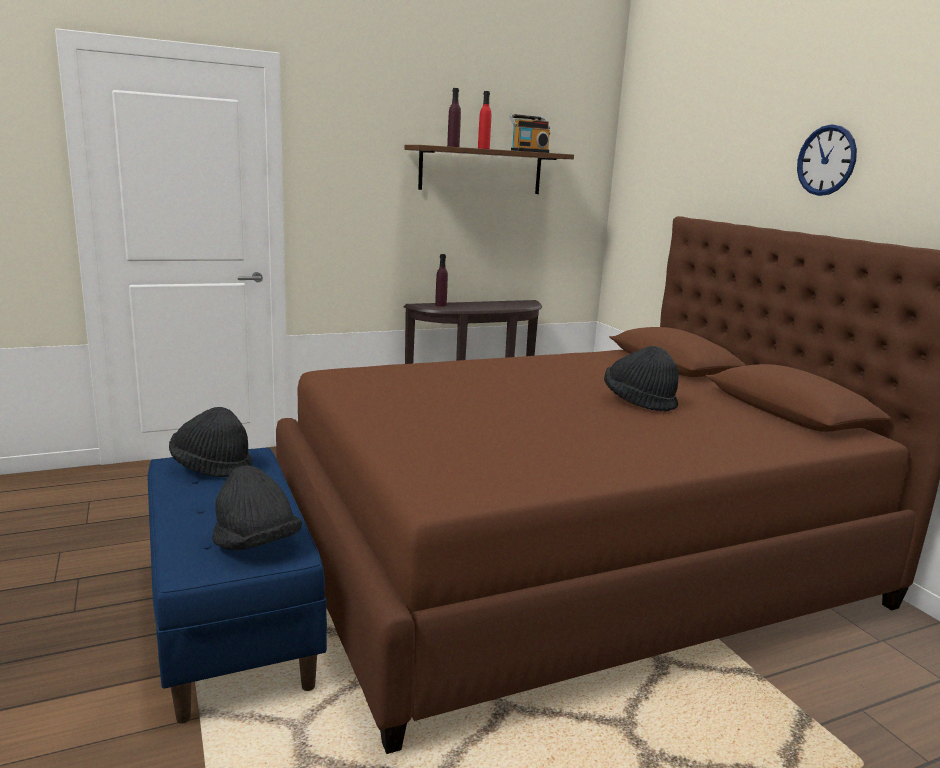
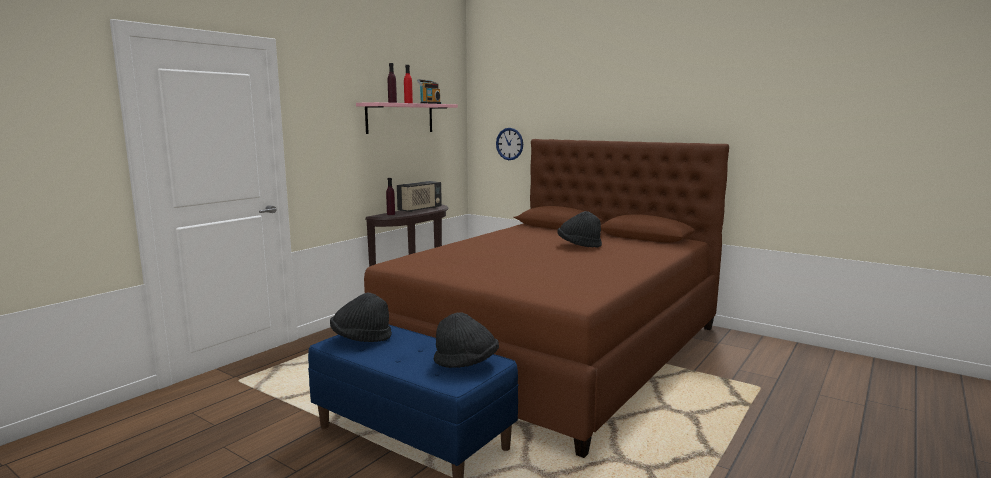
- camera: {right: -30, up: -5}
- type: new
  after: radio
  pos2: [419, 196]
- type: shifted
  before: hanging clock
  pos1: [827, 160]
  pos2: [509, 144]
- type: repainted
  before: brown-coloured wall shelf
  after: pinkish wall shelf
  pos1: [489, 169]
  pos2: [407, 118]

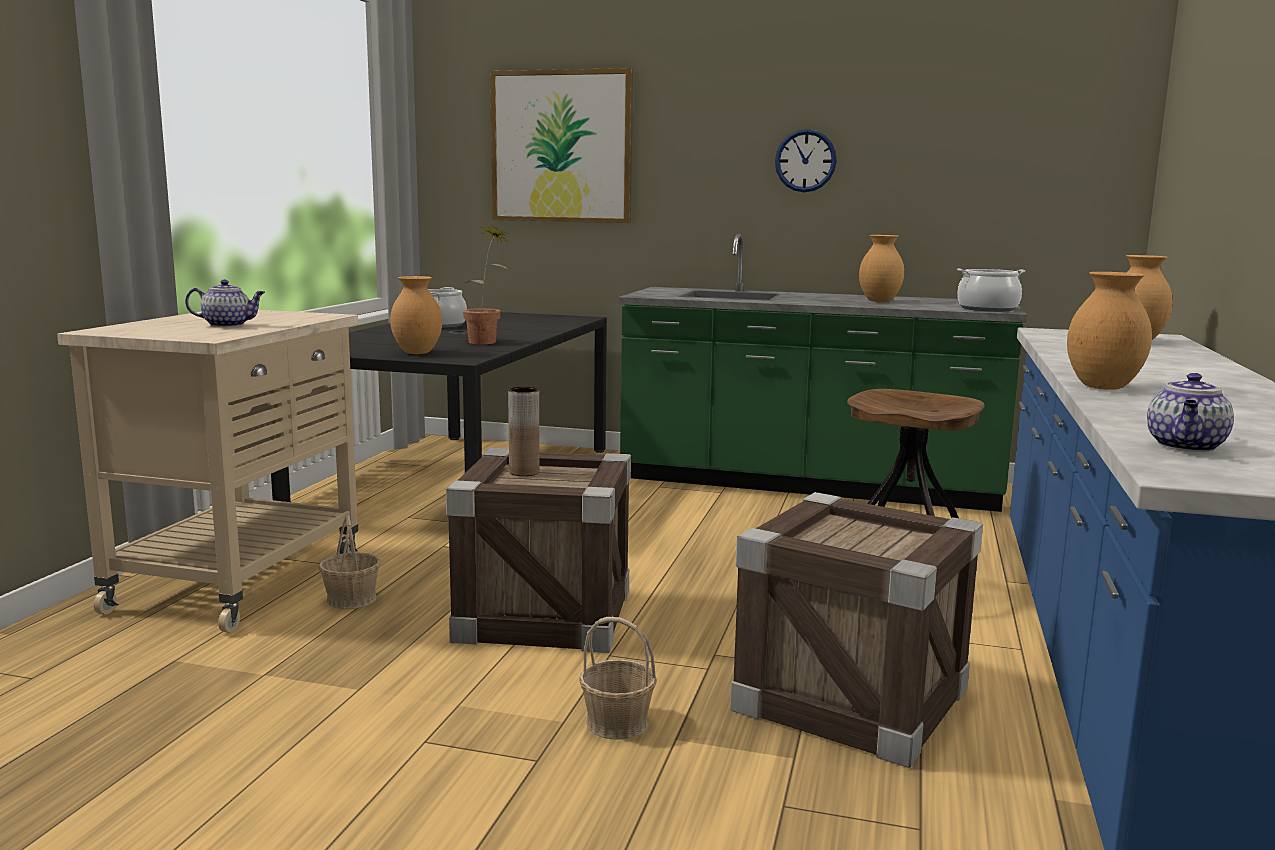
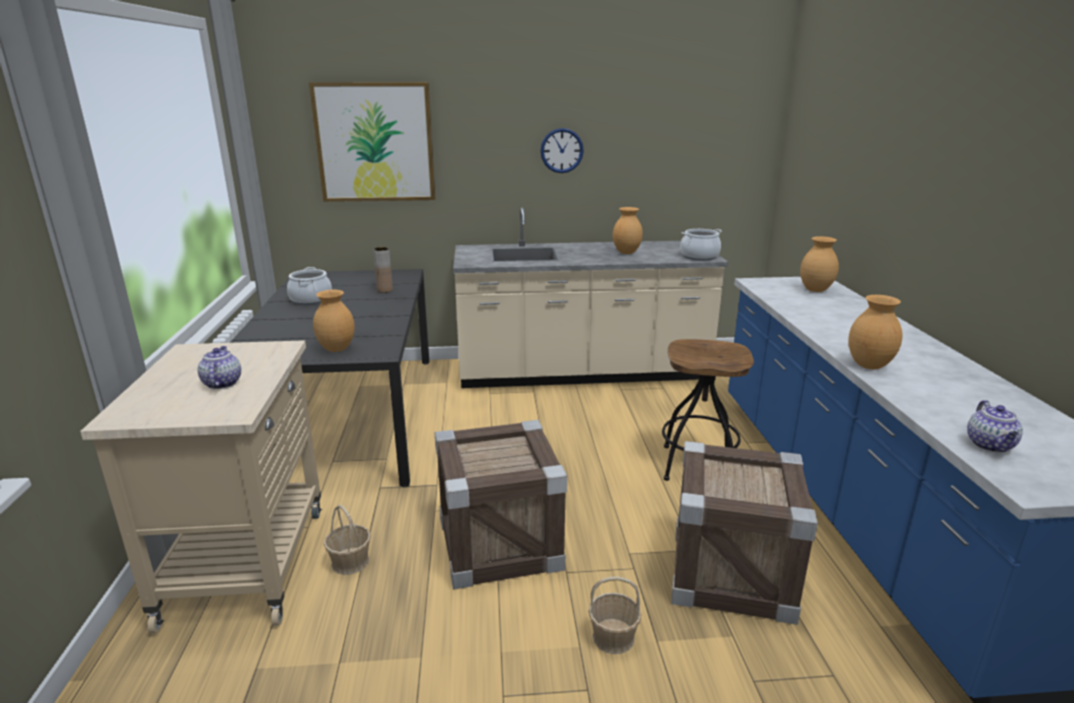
- camera: {right: -20, up: 10}
- type: gone
  before: potted plant
  pos1: [486, 284]
- type: shifted
  before: brown-coloured decorative vase
  pos1: [524, 431]
  pos2: [383, 270]
- type: repainted
  before: greenish counter
  after: beige-coloured counter
  pos1: [822, 373]
  pos2: [590, 297]
- type: rotated
  before: teapot
  pos1: [225, 303]
  pos2: [219, 367]
  turn: -75

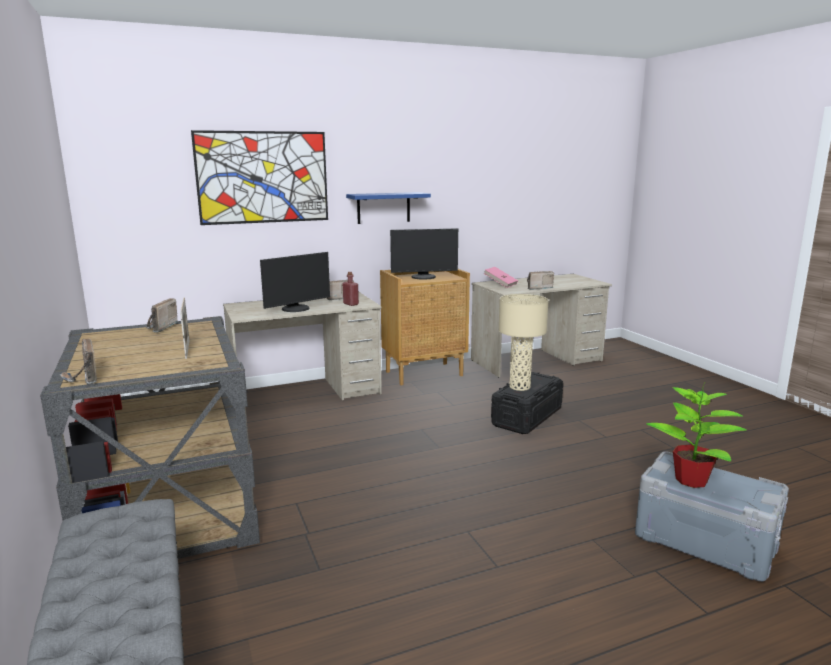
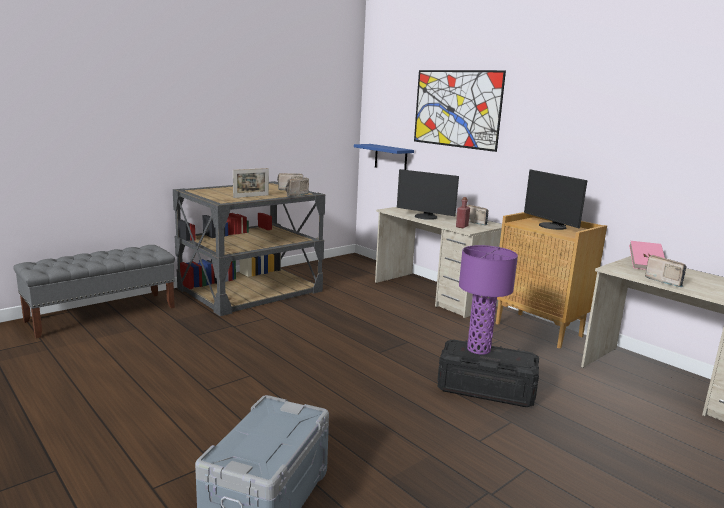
- camera: {right: 70, up: 0}
- type: gone
  before: potted plant
  pos1: [696, 435]
- type: shifted
  before: radio
  pos1: [78, 361]
  pos2: [297, 187]
- type: shifted
  before: blue-coloured wall shelf
  pos1: [388, 208]
  pos2: [384, 157]
- type: repainted
  before: beige-coloured lamp for a table
  after: purplish lamp for a table
  pos1: [523, 342]
  pos2: [488, 300]

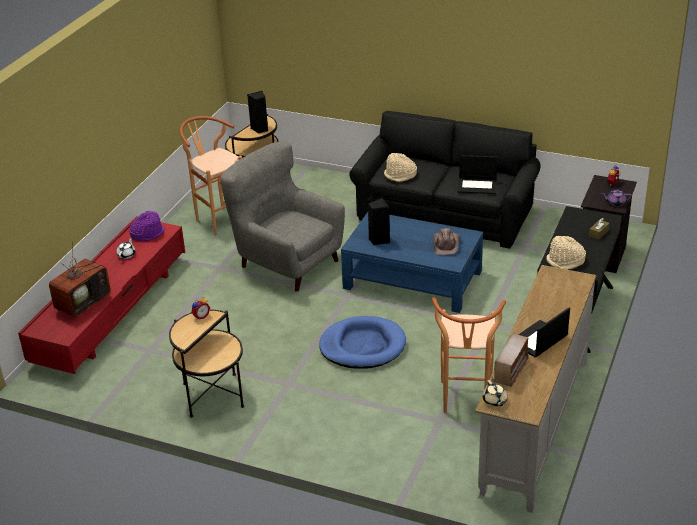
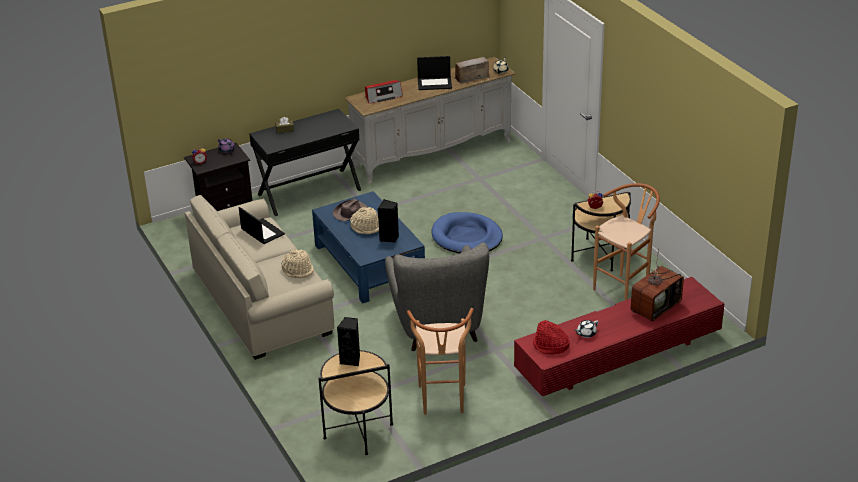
- camera: {right: -140, up: 0}
- type: new
  after: radio
  pos2: [384, 92]
- type: shifted
  before: brown-coloured stool
  pos1: [469, 355]
  pos2: [626, 241]
- type: shifted
  before: beige-coloured clothing hat
  pos1: [566, 253]
  pos2: [364, 220]
- type: repainted
  before: purplish clothing hat
  after: red-coloured clothing hat
  pos1: [147, 226]
  pos2: [551, 337]
- type: repainted
  before: black-coloured couch
  after: beige-coloured couch
  pos1: [445, 180]
  pos2: [260, 277]
- type: rotated
  before: TV
  pos1: [80, 279]
  pos2: [657, 285]
  turn: 150

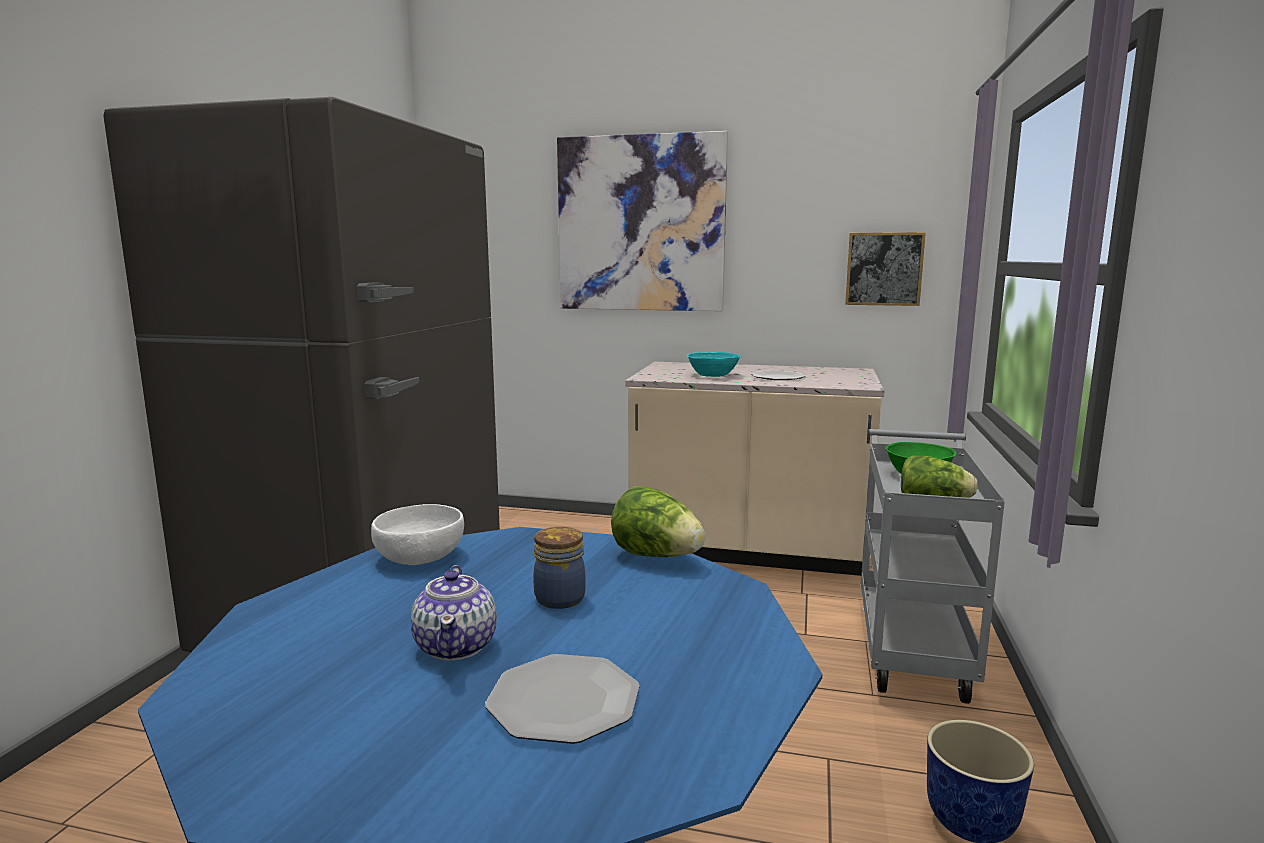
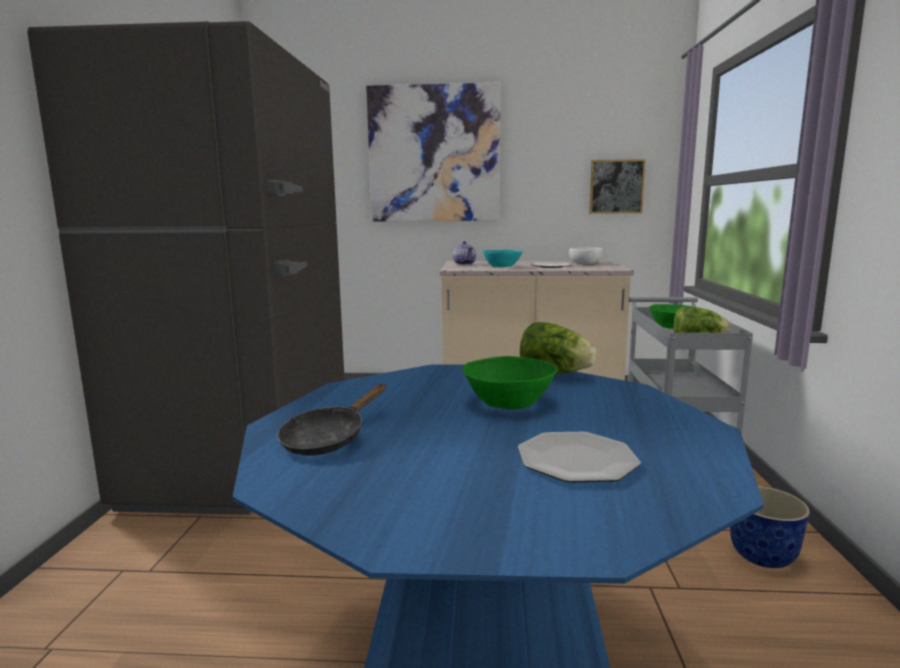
- camera: {right: -10, up: 0}
- type: new
  after: black-coloured skillet
  pos2: [331, 420]
- type: shifted
  before: white bowl
  pos1: [417, 534]
  pos2: [586, 255]
- type: shifted
  before: teapot
  pos1: [454, 613]
  pos2: [464, 253]
- type: swapped
  before: preserve jar
  after: greenish bowl
  pos1: [559, 568]
  pos2: [510, 383]

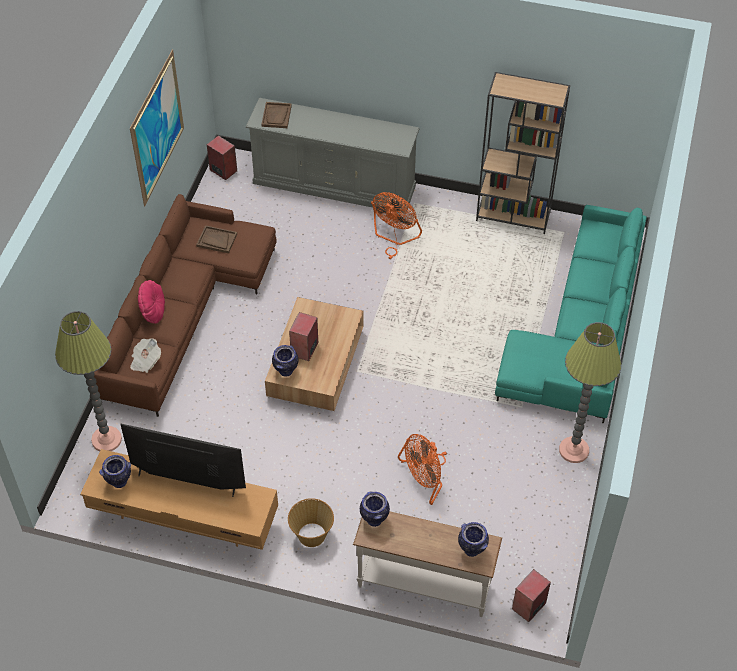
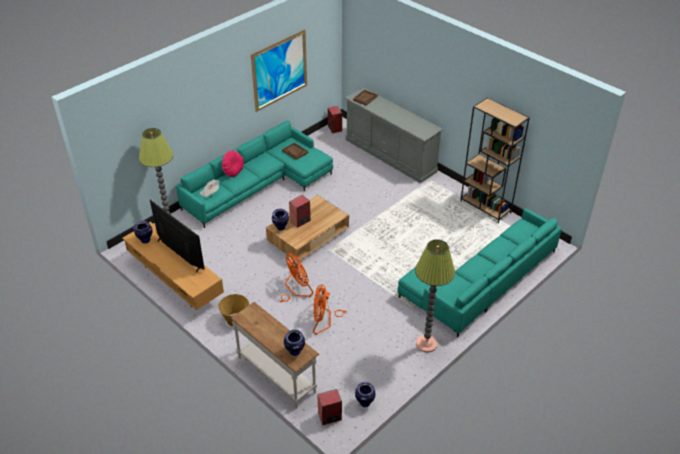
- camera: {right: 30, up: -10}
- type: shifted
  before: decorative vase
  pos1: [375, 509]
  pos2: [365, 394]
- type: shifted
  before: orange electric fan
  pos1: [396, 225]
  pos2: [296, 277]
- type: repainted
  before: brown-coloured couch
  after: turquoise-coloured couch
  pos1: [185, 305]
  pos2: [254, 174]

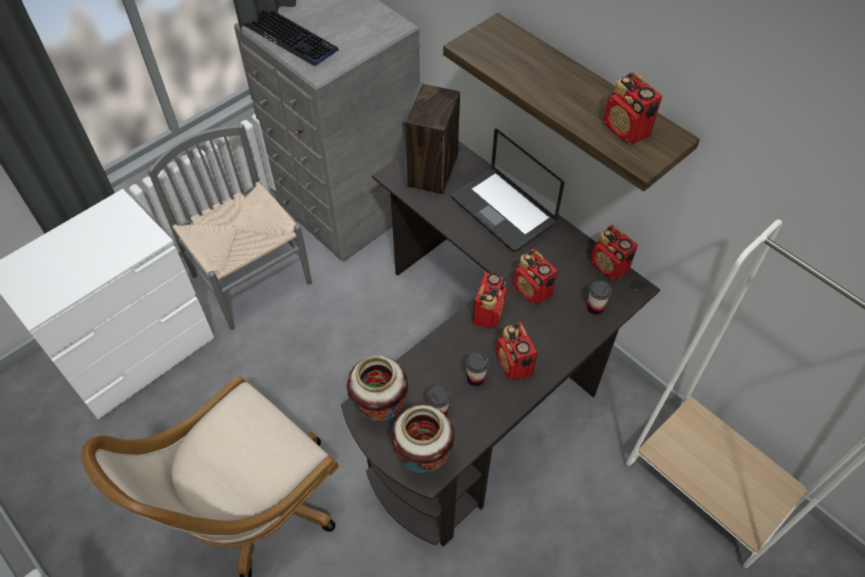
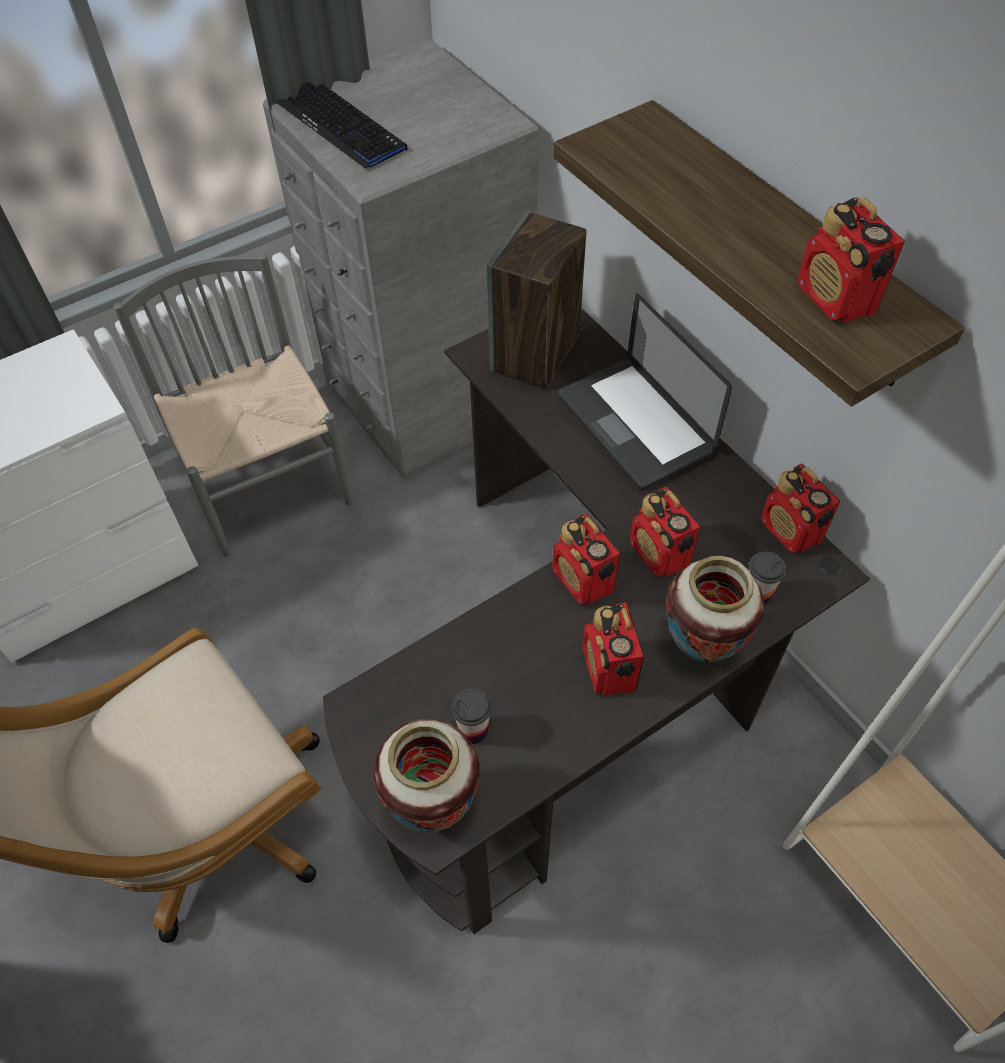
- camera: {right: 10, up: 0}
- type: gone
  before: cup
  pos1: [477, 369]
- type: shifted
  before: decorative vase
  pos1: [377, 388]
  pos2: [715, 609]
- type: rotated
  before: radio
  pos1: [489, 300]
  pos2: [586, 558]
  turn: 120

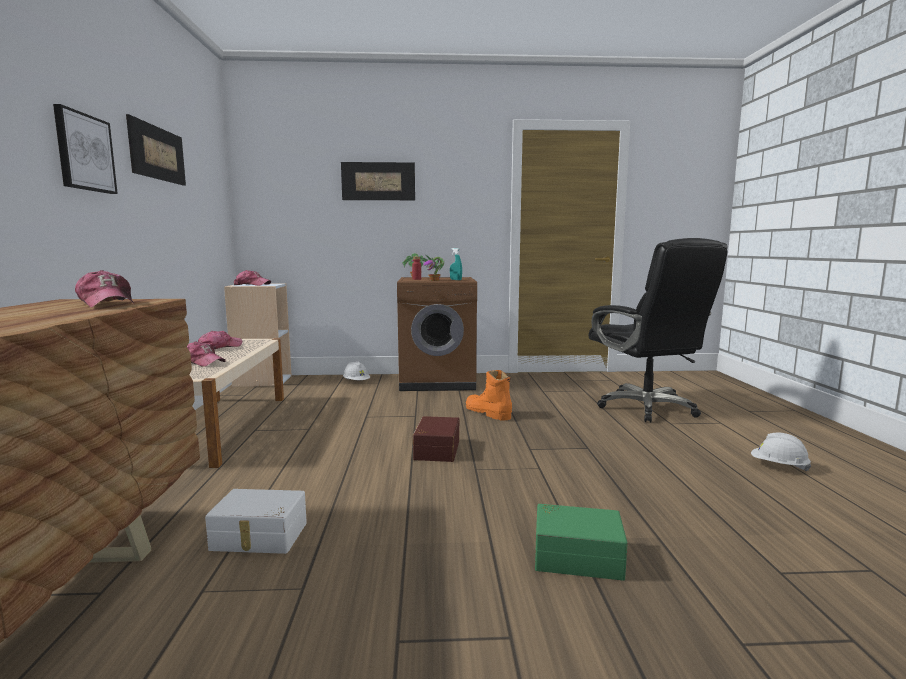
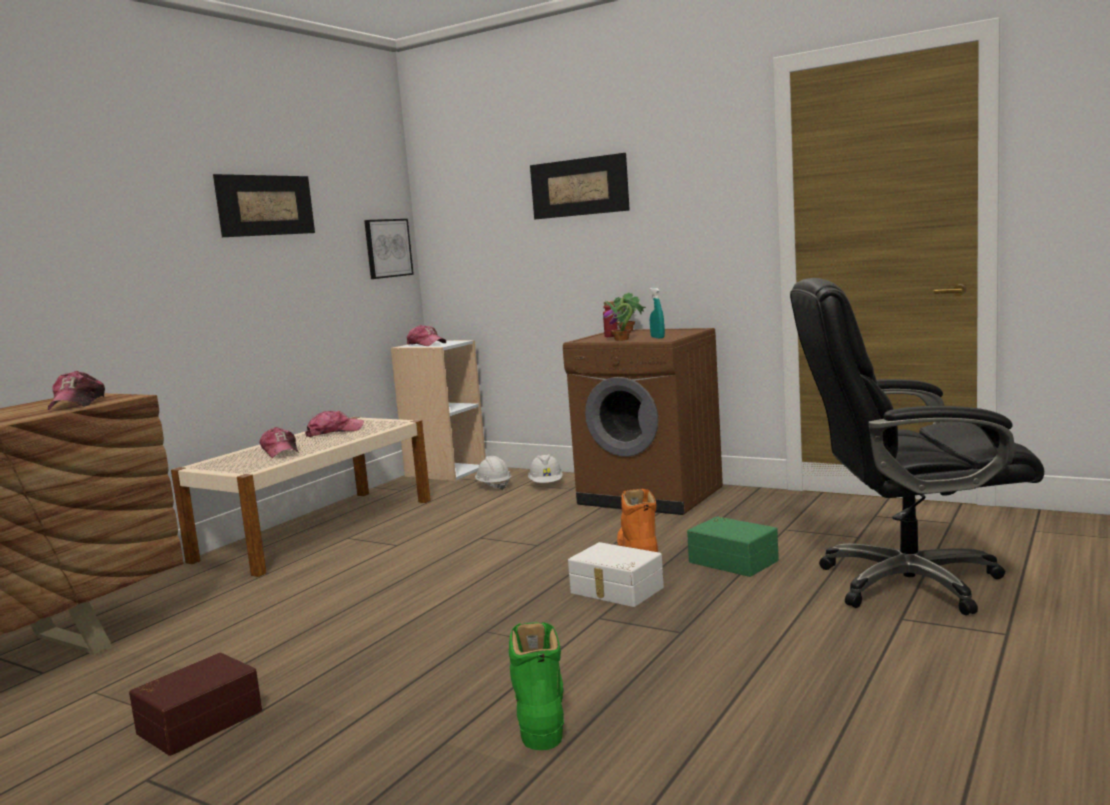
- camera: {right: 35, up: 0}
- type: new
  after: greenish boot
  pos2: [536, 686]
- type: shifted
  before: wall picture
  pos1: [85, 149]
  pos2: [389, 249]
- type: shifted
  before: white storage box
  pos1: [256, 521]
  pos2: [616, 574]
- type: shifted
  before: brown-coloured storage box
  pos1: [436, 439]
  pos2: [195, 704]
- type: shifted
  before: greenish storage box
  pos1: [581, 542]
  pos2: [733, 546]
- type: shifted
  before: white safety helmet
  pos1: [781, 452]
  pos2: [493, 473]
- type: rotated
  before: black-coloured desk chair
  pos1: [658, 330]
  pos2: [917, 446]
  turn: 75

